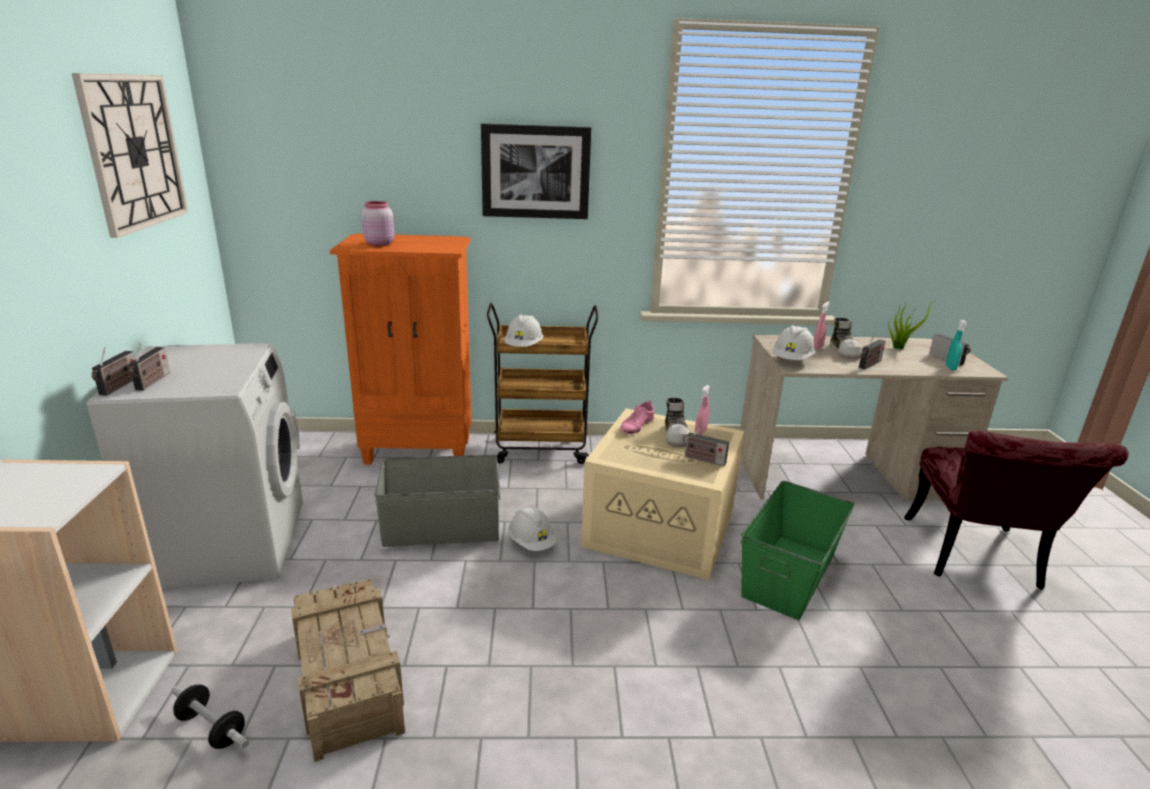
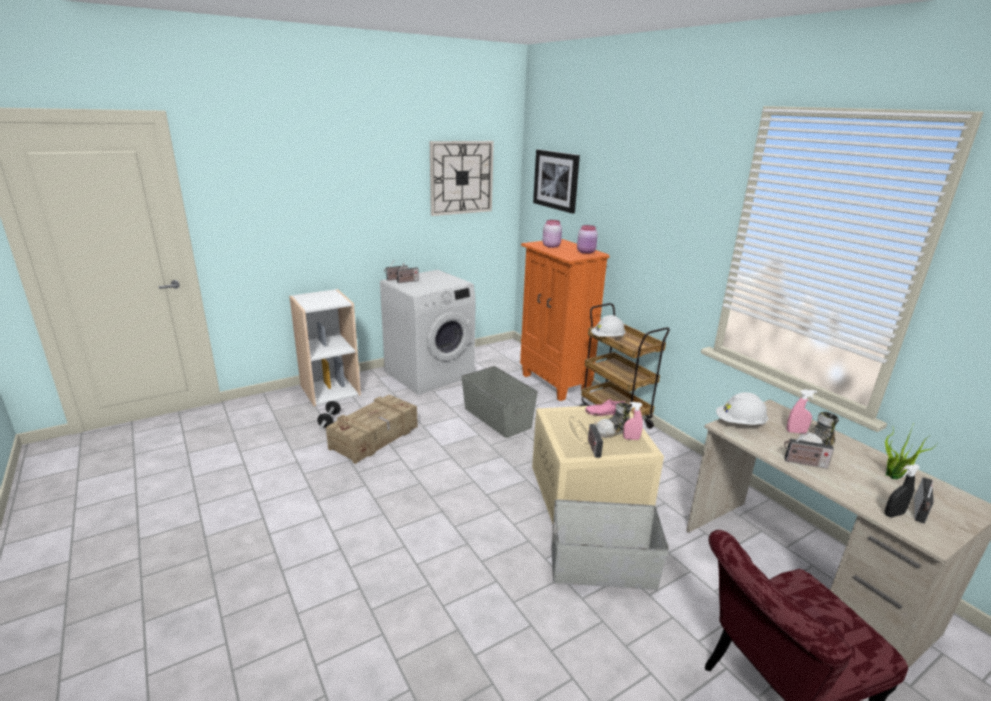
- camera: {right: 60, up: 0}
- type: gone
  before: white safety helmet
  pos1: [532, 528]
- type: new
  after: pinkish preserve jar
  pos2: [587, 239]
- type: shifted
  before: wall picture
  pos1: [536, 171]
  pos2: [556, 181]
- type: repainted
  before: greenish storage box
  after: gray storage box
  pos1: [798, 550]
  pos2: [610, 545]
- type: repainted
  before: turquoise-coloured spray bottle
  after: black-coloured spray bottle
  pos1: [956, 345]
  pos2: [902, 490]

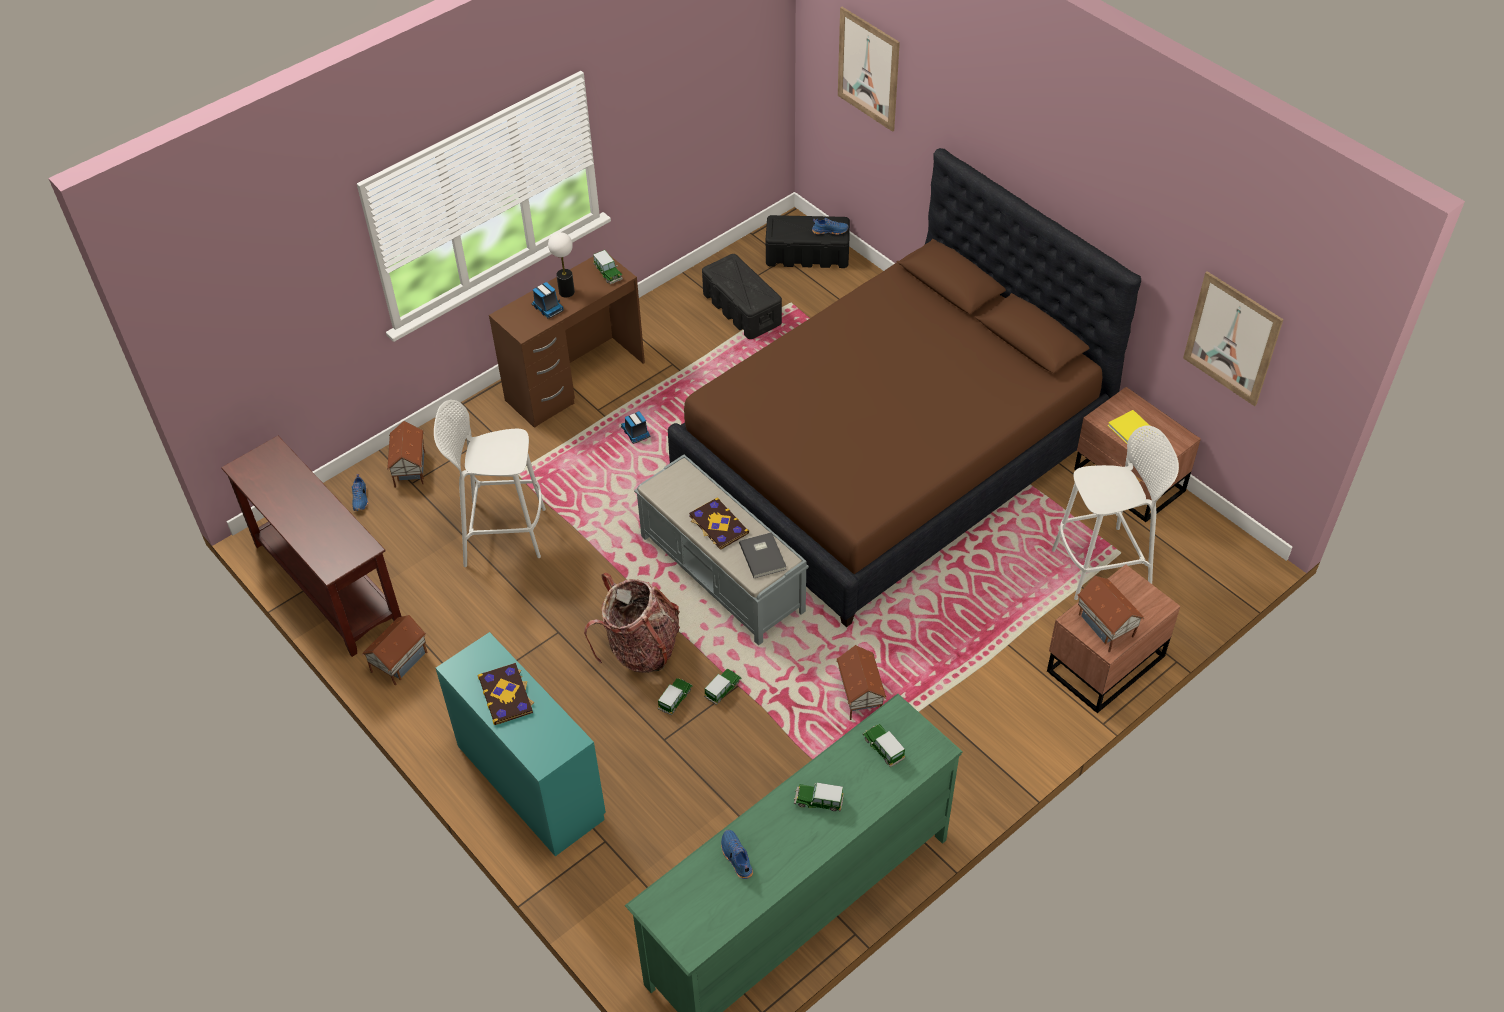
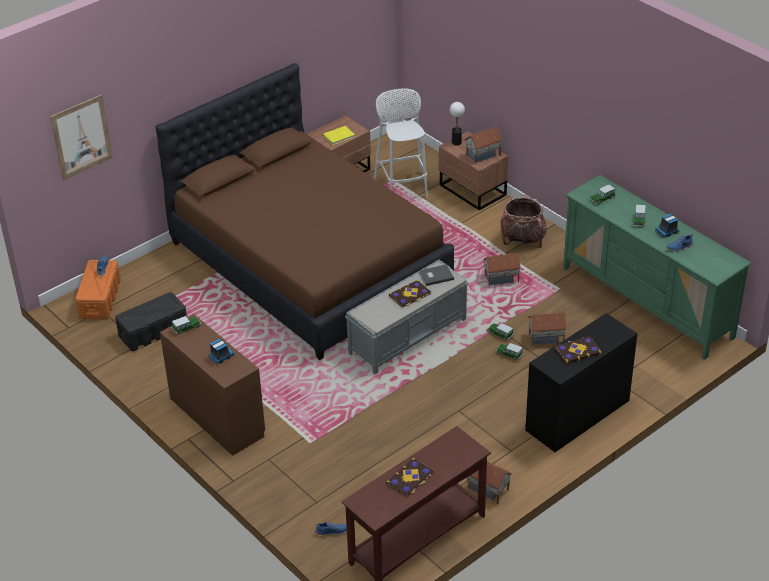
- camera: {right: -90, up: -10}
- type: gone
  before: white stool
  pos1: [490, 483]
- type: gone
  before: wall picture
  pos1: [1233, 338]
- type: new
  after: book
  pos2: [410, 477]
- type: shifted
  before: miniature house
  pos1: [406, 454]
  pos2: [547, 329]
- type: shifted
  before: lamp for a table
  pos1: [561, 265]
  pos2: [457, 123]
- type: shifted
  before: rucksack
  pos1: [632, 623]
  pos2: [524, 221]
- type: shifted
  before: model truck
  pos1: [635, 427]
  pos2: [667, 226]
- type: repainted
  before: turquoise-coloured desk unit
  after: black-coloured desk unit
  pos1: [521, 744]
  pos2: [581, 382]
- type: repainted
  before: black-coloured storage box
  after: orange storage box
  pos1: [808, 241]
  pos2: [98, 289]

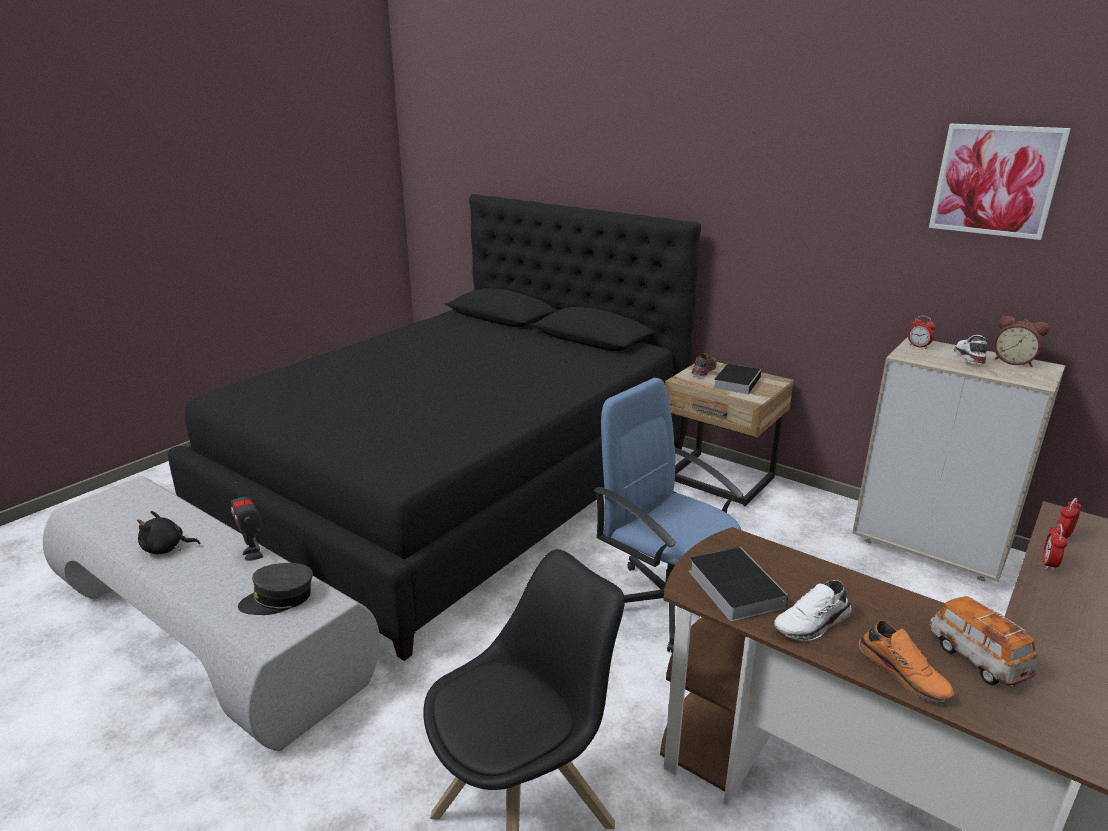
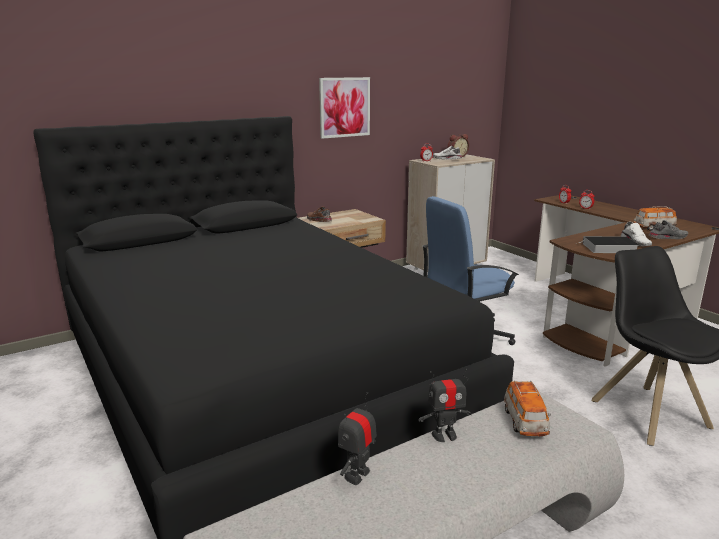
- camera: {right: -70, up: -5}
- type: gone
  before: black-coloured soft toy
  pos1: [168, 532]
- type: gone
  before: book
  pos1: [737, 379]
- type: new
  after: model robot
  pos2: [357, 438]
- type: shifted
  before: wall picture
  pos1: [1000, 182]
  pos2: [344, 108]
- type: swapped
  before: gray cap
  after: miniature car
  pos1: [275, 589]
  pos2: [527, 409]
- type: repainted
  before: orange shoe
  after: gray shoe
  pos1: [907, 661]
  pos2: [668, 229]

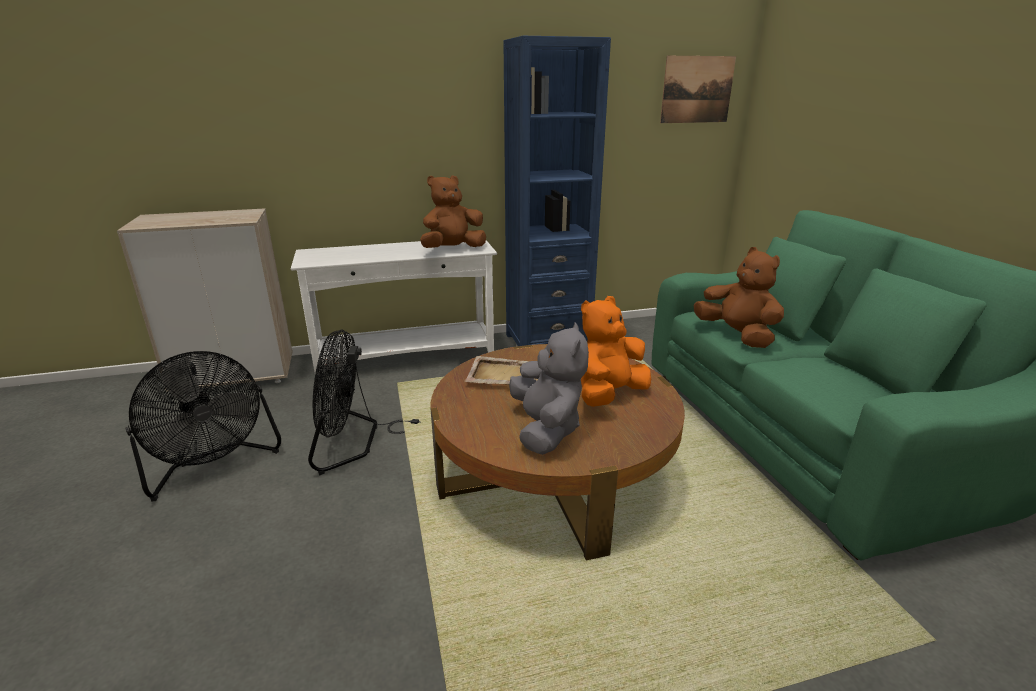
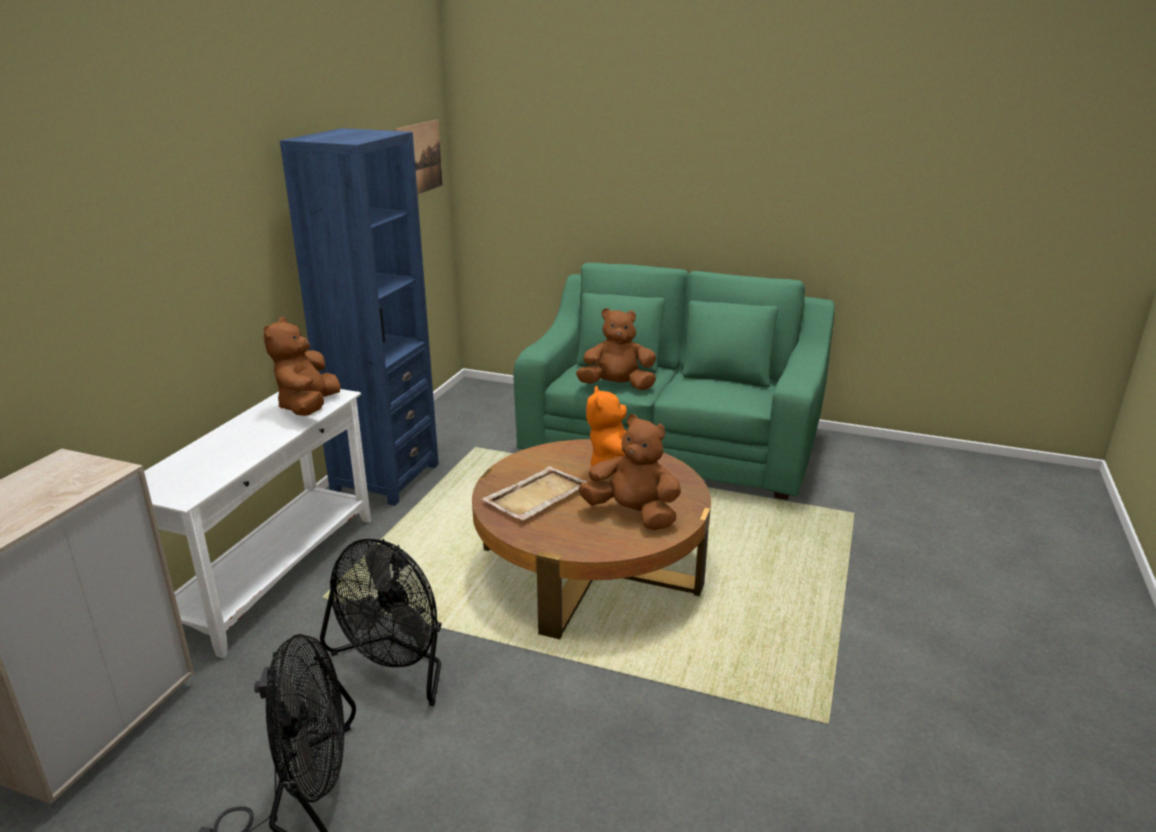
- camera: {right: -55, up: 0}
- type: repainted
  before: gray soft toy
  after: brown-coloured soft toy
  pos1: [549, 389]
  pos2: [630, 472]

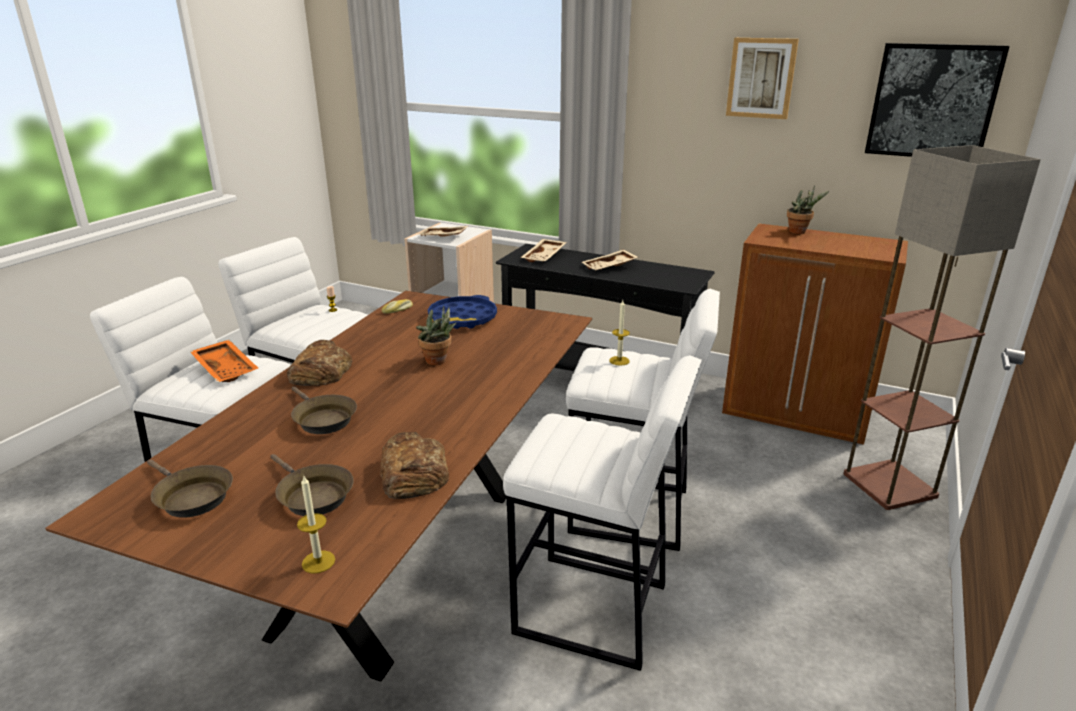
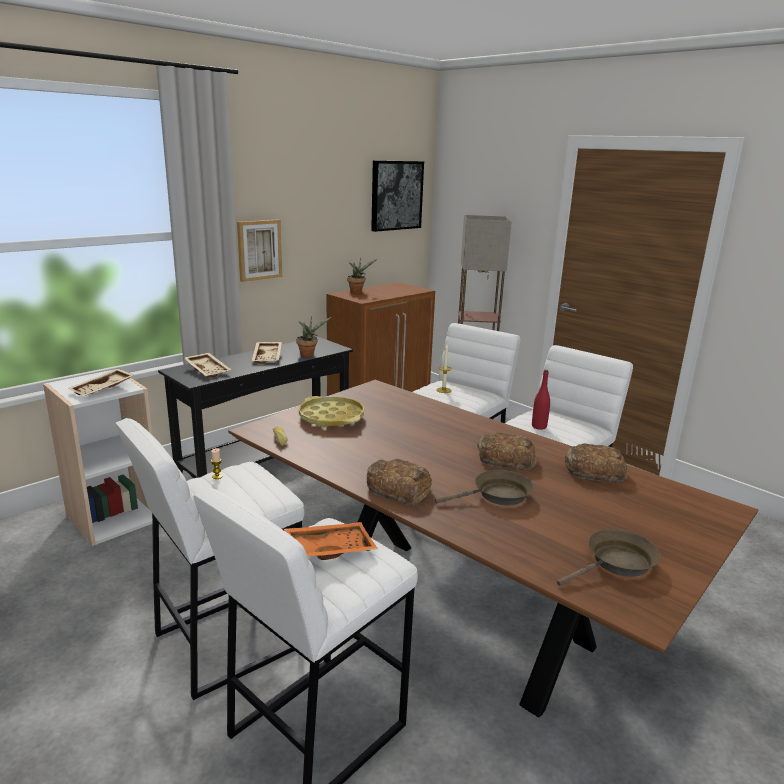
- camera: {right: -70, up: -5}
- type: gone
  before: brown-coloured skillet
  pos1: [312, 485]
- type: gone
  before: candle
  pos1: [316, 524]
- type: new
  after: baked bread
  pos2: [507, 451]
- type: new
  after: red-coloured bottle
  pos2: [541, 400]
- type: shifted
  before: potted plant
  pos1: [436, 335]
  pos2: [313, 336]
- type: shifted
  before: wall picture
  pos1: [762, 78]
  pos2: [259, 251]
- type: repainted
  before: blue-coloured carrying tray
  after: yellowish carrying tray
  pos1: [462, 312]
  pos2: [331, 412]

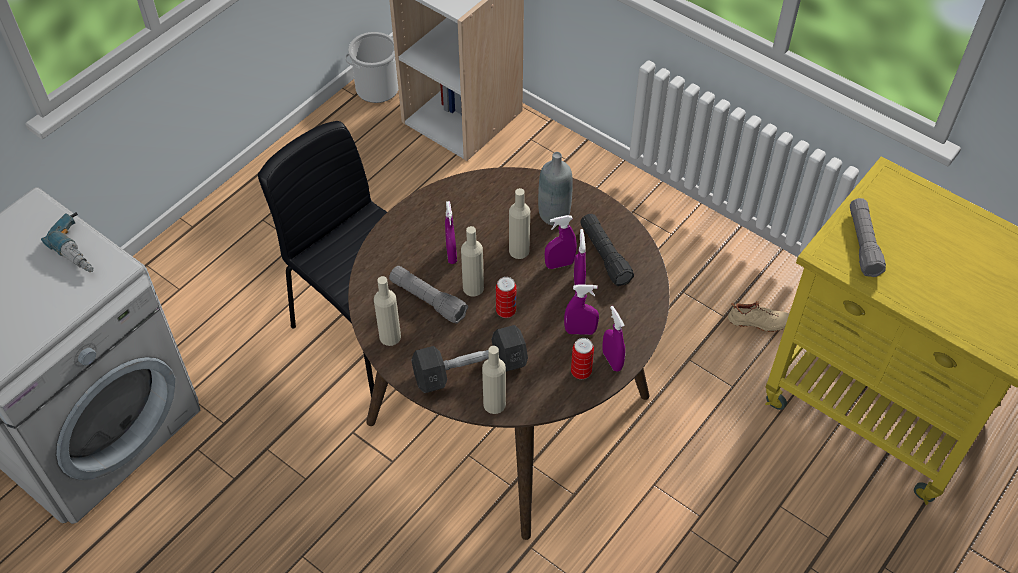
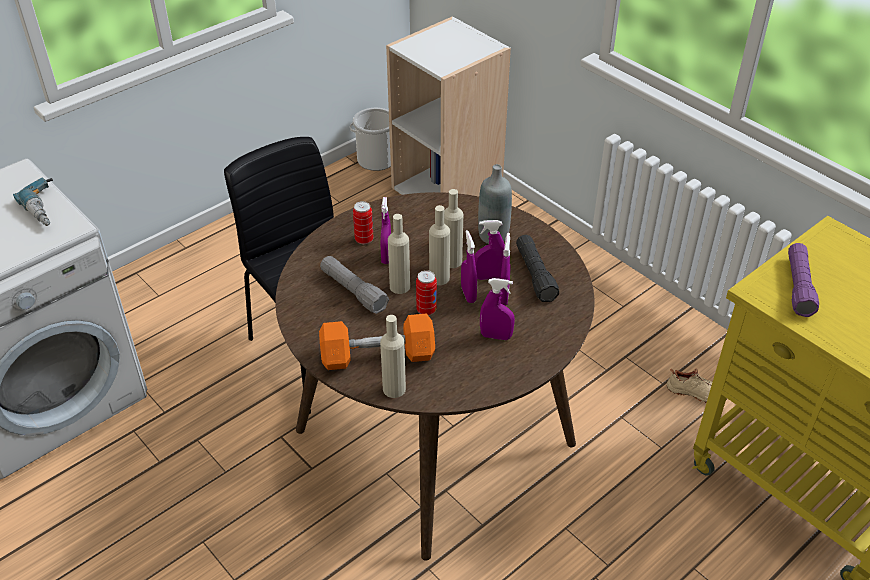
- camera: {right: 10, up: -10}
- type: shifted
  before: beige-coloured bottle
  pos1: [387, 311]
  pos2: [439, 245]
- type: shifted
  before: sealed can
  pos1: [582, 358]
  pos2: [363, 222]
- type: shifted
  before: purplish spray bottle
  pos1: [613, 339]
  pos2: [469, 266]
- type: repainted
  before: gray dumbbell
  after: orange dumbbell
  pos1: [469, 359]
  pos2: [377, 341]
- type: repainted
  before: gray hand torch
  after: purplish hand torch
  pos1: [868, 237]
  pos2: [803, 280]

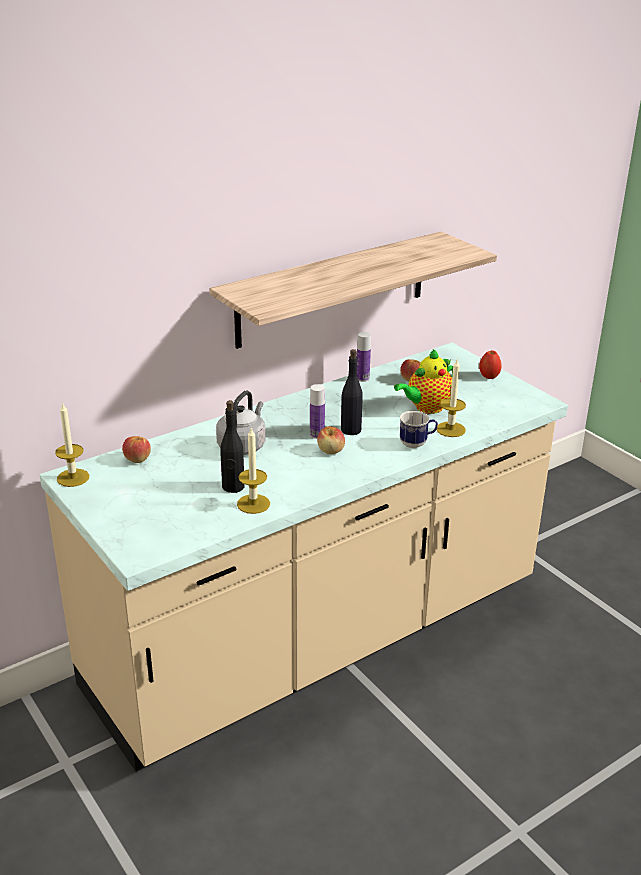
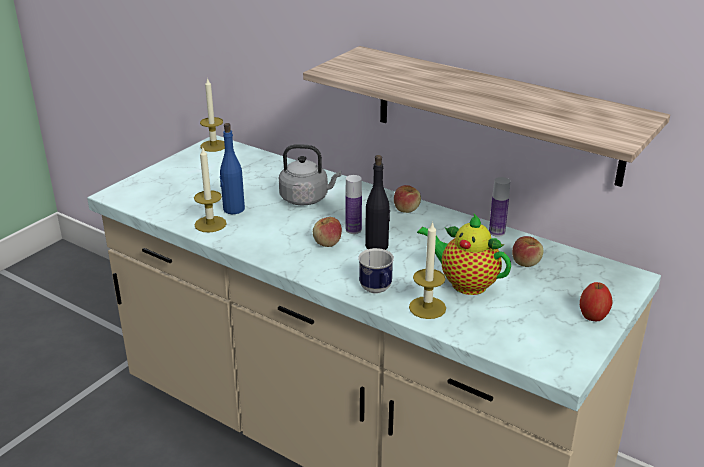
- camera: {right: 70, up: 0}
- type: shifted
  before: apple
  pos1: [136, 449]
  pos2: [407, 199]
- type: repainted
  before: black-coloured bottle
  after: blue-coloured bottle
  pos1: [232, 446]
  pos2: [232, 168]

